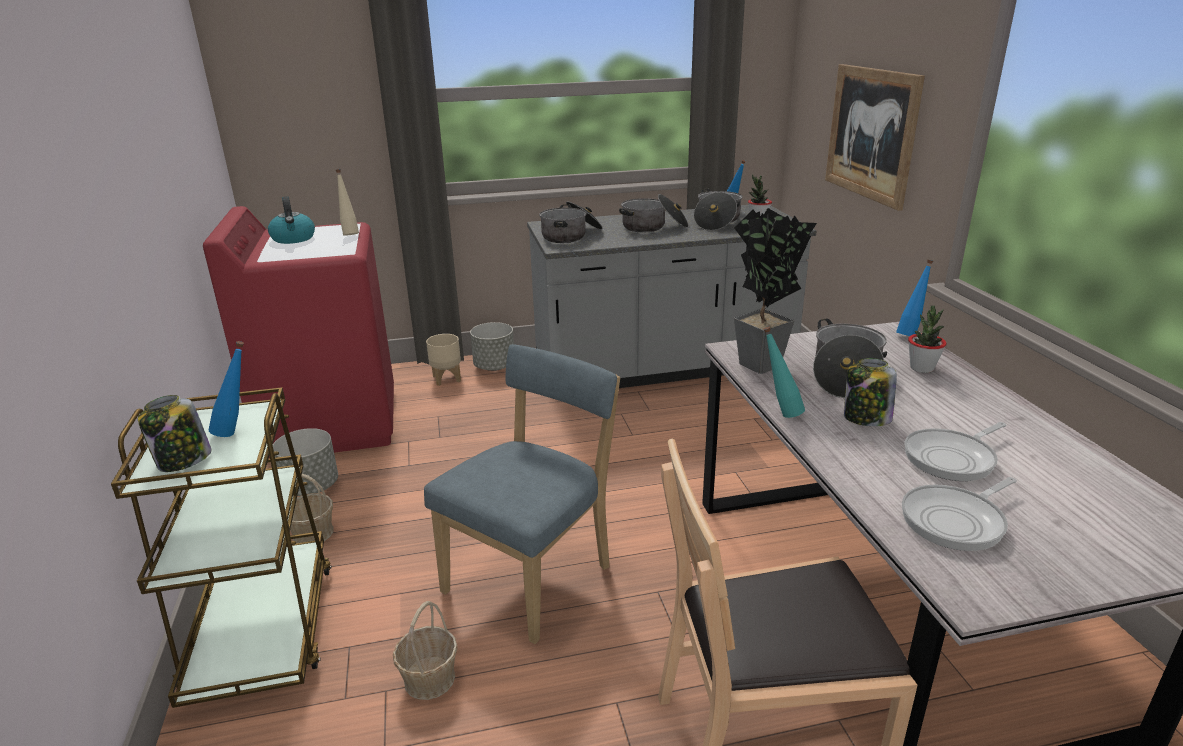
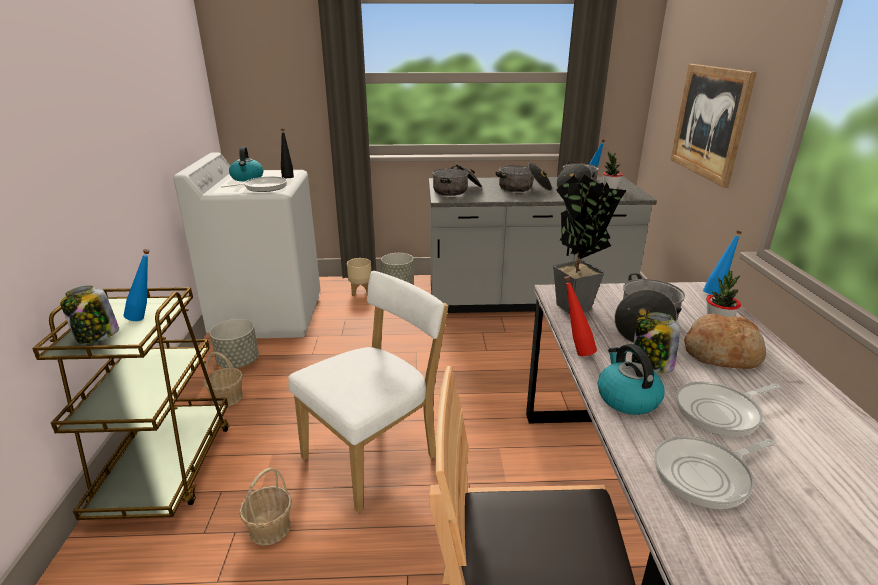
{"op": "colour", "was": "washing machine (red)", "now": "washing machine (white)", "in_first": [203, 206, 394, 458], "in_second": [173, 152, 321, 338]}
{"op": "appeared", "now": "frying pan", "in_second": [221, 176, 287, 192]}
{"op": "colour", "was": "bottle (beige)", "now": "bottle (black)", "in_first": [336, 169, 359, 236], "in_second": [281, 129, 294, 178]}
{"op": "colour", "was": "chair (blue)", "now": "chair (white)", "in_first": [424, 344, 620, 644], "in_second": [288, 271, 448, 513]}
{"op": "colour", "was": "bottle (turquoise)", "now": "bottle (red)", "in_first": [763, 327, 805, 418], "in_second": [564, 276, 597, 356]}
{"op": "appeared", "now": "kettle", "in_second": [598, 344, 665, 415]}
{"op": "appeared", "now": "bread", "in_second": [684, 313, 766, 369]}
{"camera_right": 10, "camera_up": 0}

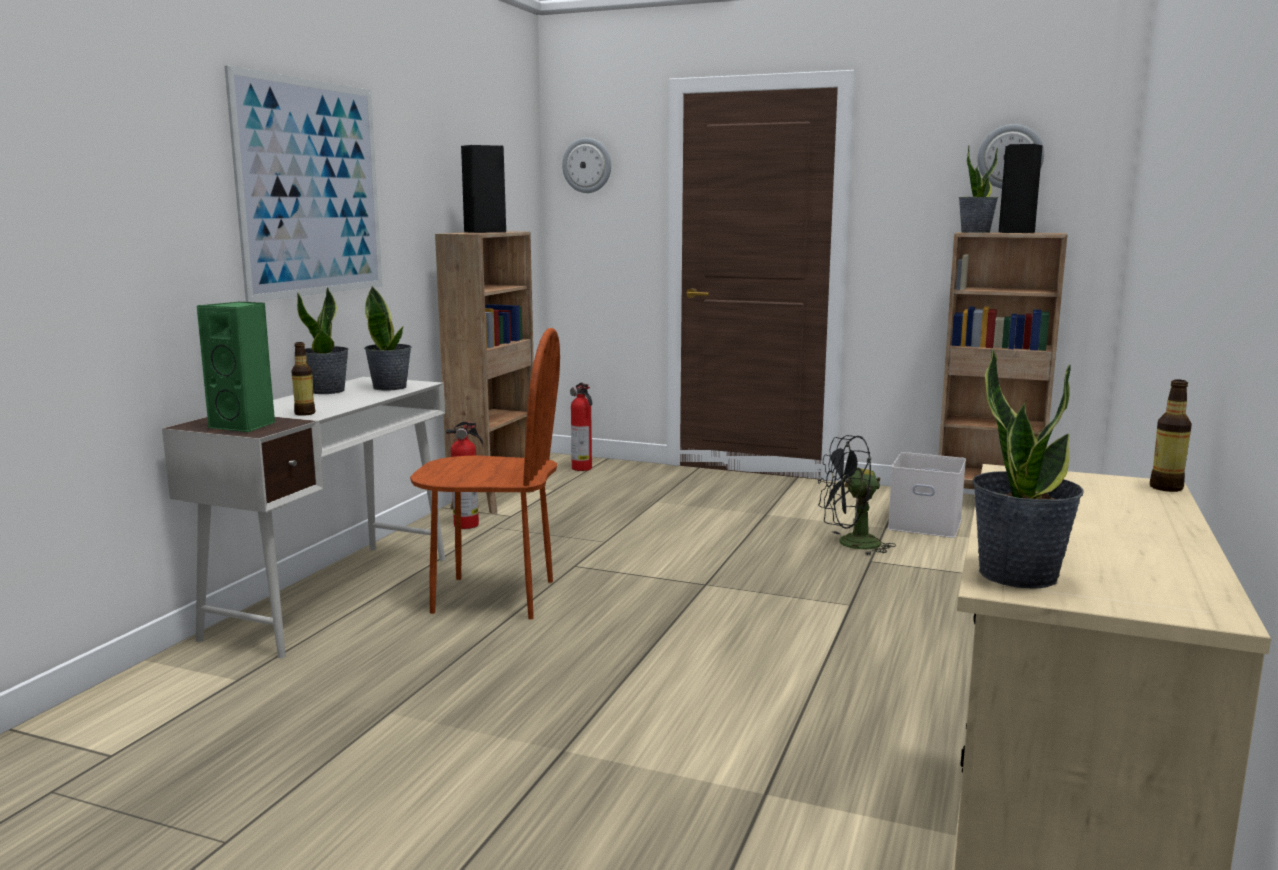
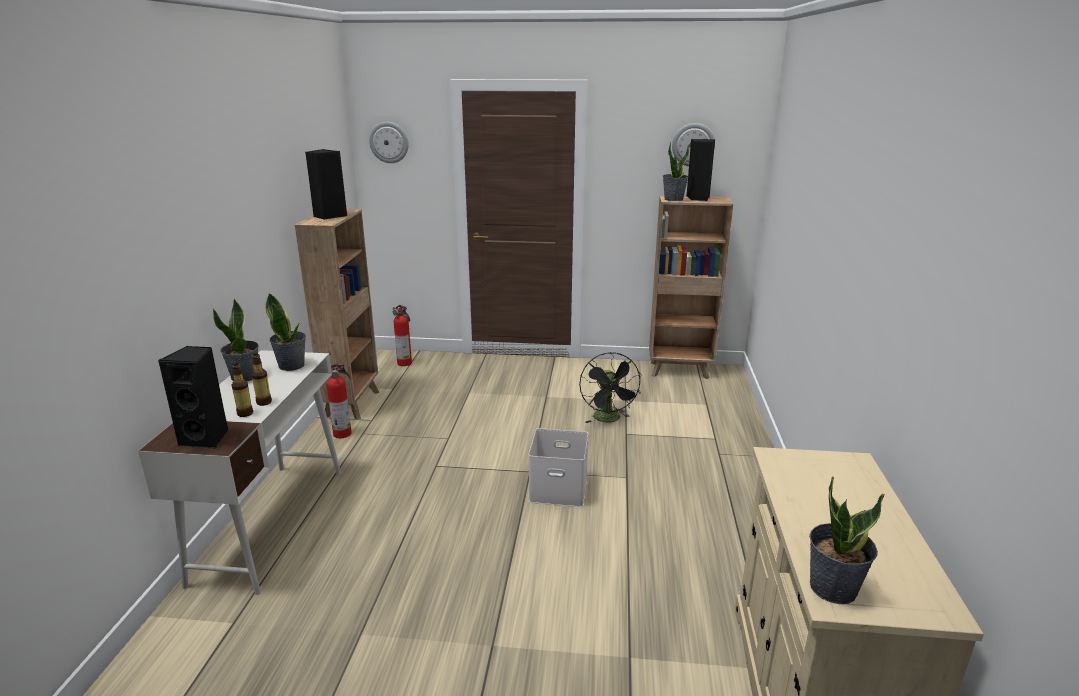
{"op": "colour", "was": "speaker (green)", "now": "speaker (black)", "in_first": [197, 302, 275, 433], "in_second": [158, 346, 228, 449]}
{"op": "relocated", "was": "bottle", "in_first": [1150, 379, 1192, 492], "in_second": [251, 354, 272, 406]}
{"op": "relocated", "was": "storage box (white)", "in_first": [888, 452, 966, 538], "in_second": [529, 428, 588, 507]}
{"op": "spun", "was": "fan (black)", "in_first": [818, 435, 896, 556], "in_second": [579, 352, 642, 423], "clockwise": -75}
{"op": "missing", "was": "picture", "in_first": [225, 65, 382, 302]}
{"op": "missing", "was": "chair (brown)", "in_first": [410, 328, 560, 619]}
{"camera_right": -15, "camera_up": 10}

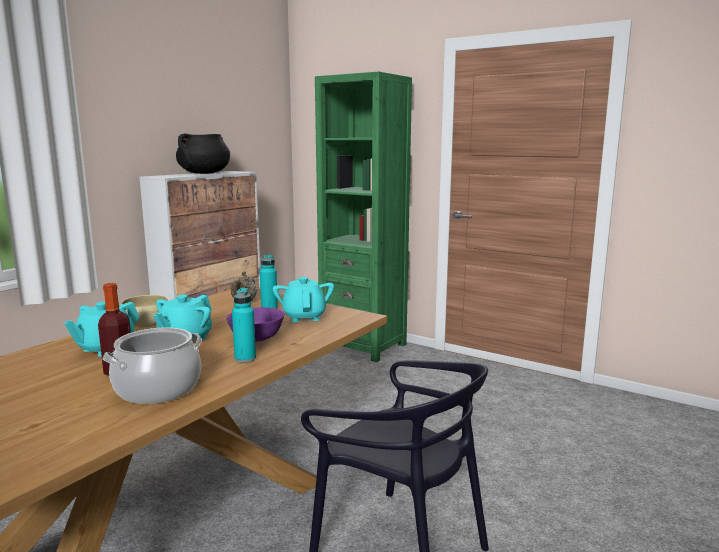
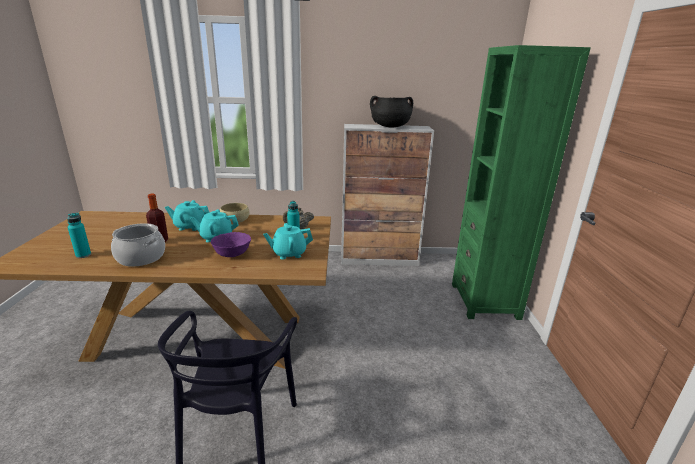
{"op": "relocated", "was": "bottle (turquoise)", "in_first": [232, 288, 256, 363], "in_second": [67, 213, 91, 258]}
{"op": "spun", "was": "teapot (turquoise)", "in_first": [273, 277, 334, 322], "in_second": [263, 223, 313, 259], "clockwise": -150}
{"camera_right": 55, "camera_up": 10}

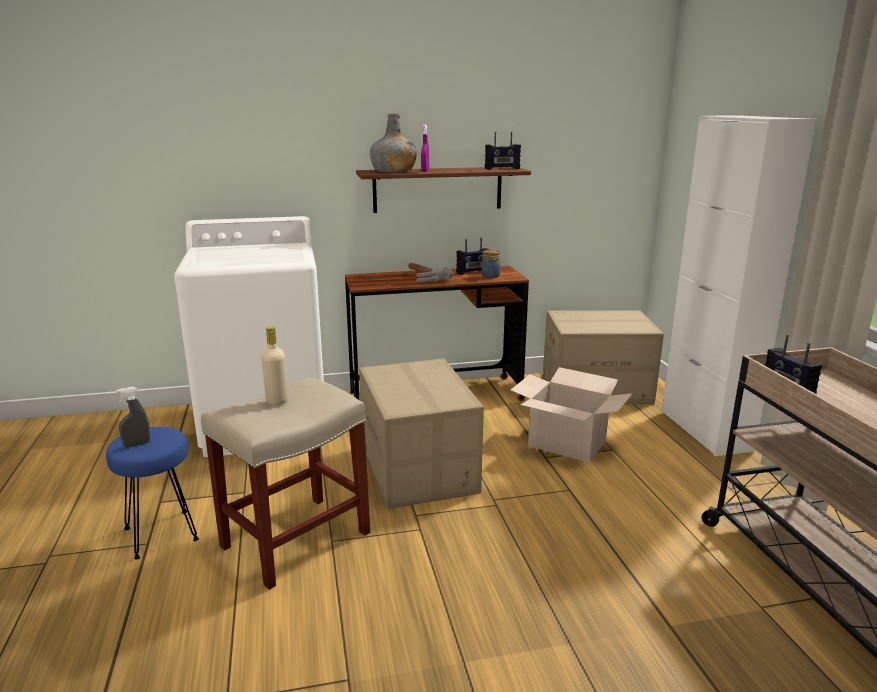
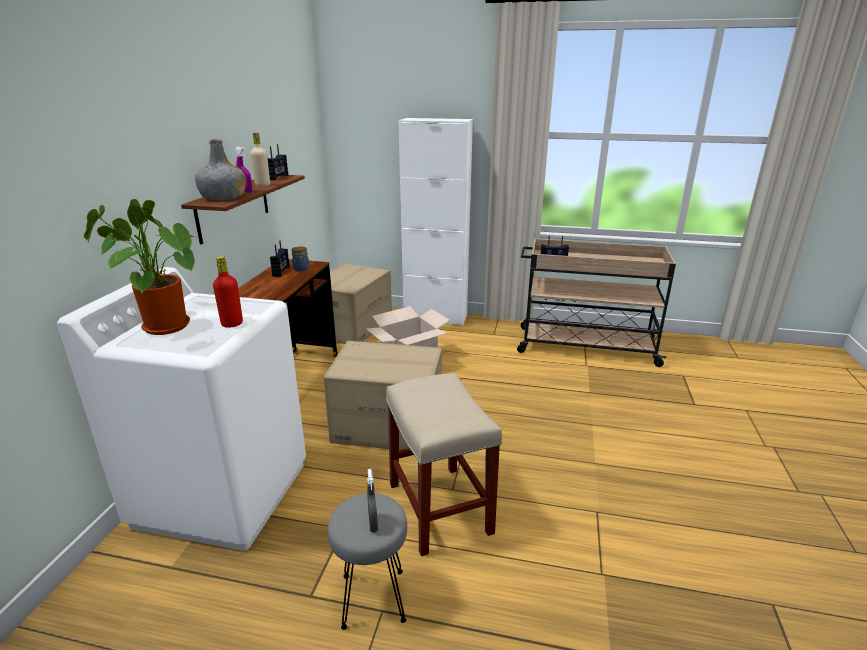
{"op": "appeared", "now": "potted plant", "in_second": [84, 199, 195, 335]}
{"op": "appeared", "now": "bottle (red)", "in_second": [213, 256, 243, 328]}
{"op": "relocated", "was": "bottle (beige)", "in_first": [261, 326, 288, 405], "in_second": [250, 133, 270, 186]}
{"op": "colour", "was": "stool (blue)", "now": "stool (grey)", "in_first": [106, 427, 199, 559], "in_second": [327, 494, 407, 630]}
{"op": "missing", "was": "hammer", "in_first": [408, 262, 452, 282]}
{"camera_right": -65, "camera_up": 5}

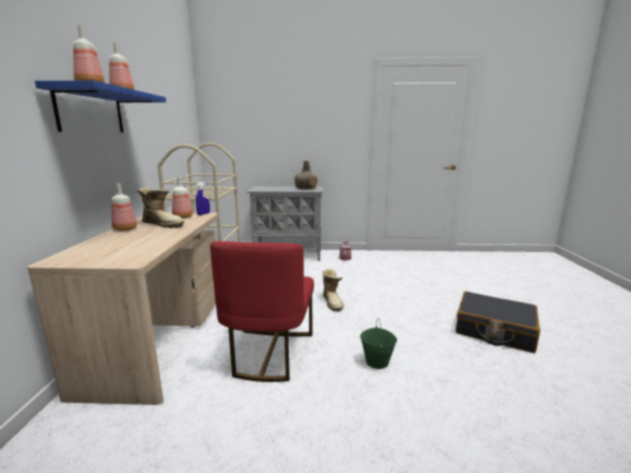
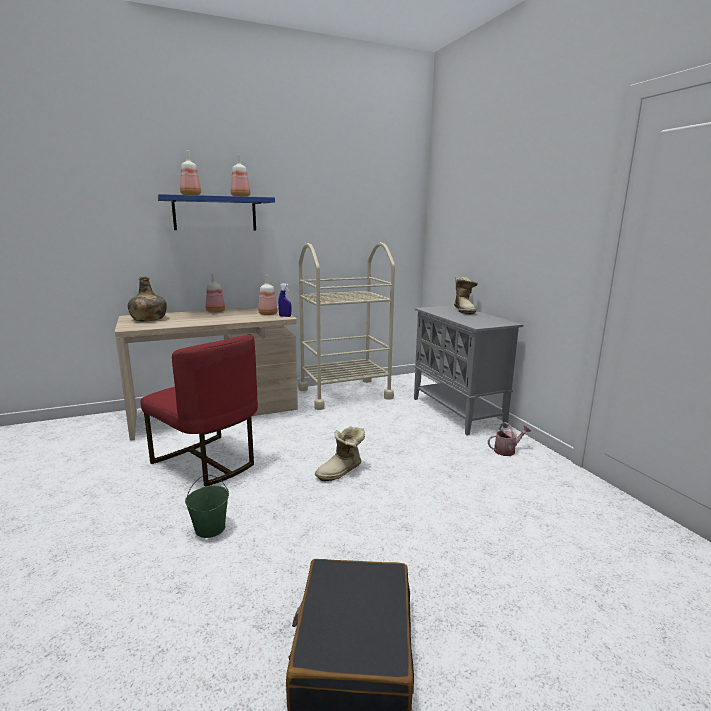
{"op": "relocated", "was": "bottle (green)", "in_first": [294, 161, 318, 189], "in_second": [128, 277, 167, 322]}
{"op": "spun", "was": "chair (red)", "in_first": [210, 241, 314, 382], "in_second": [141, 335, 258, 487], "clockwise": -120}
{"op": "relocated", "was": "boot", "in_first": [137, 187, 184, 228], "in_second": [454, 277, 478, 315]}
{"camera_right": 65, "camera_up": 0}

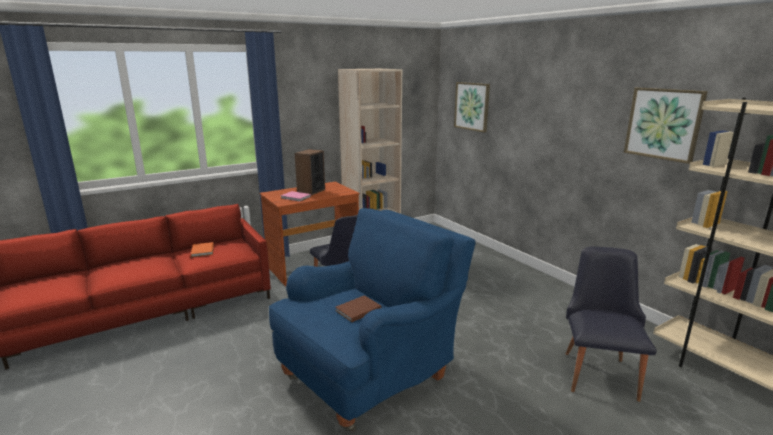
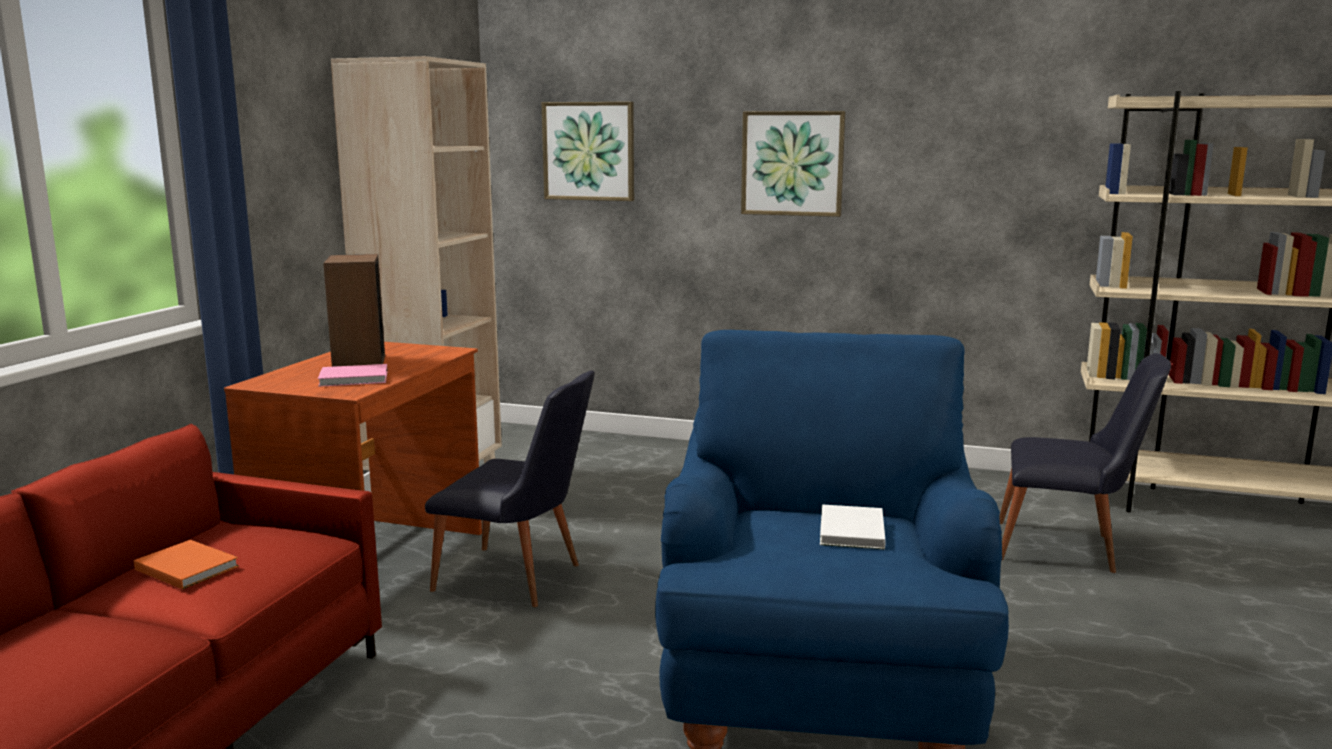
{"op": "relocated", "was": "picture", "in_first": [624, 87, 708, 164], "in_second": [741, 111, 845, 217]}
{"op": "colour", "was": "book (brown)", "now": "book (white)", "in_first": [335, 295, 381, 322], "in_second": [820, 504, 886, 550]}
{"op": "spun", "was": "chair (black)", "in_first": [566, 247, 657, 402], "in_second": [999, 353, 1171, 573], "clockwise": 135}
{"camera_right": -40, "camera_up": -5}

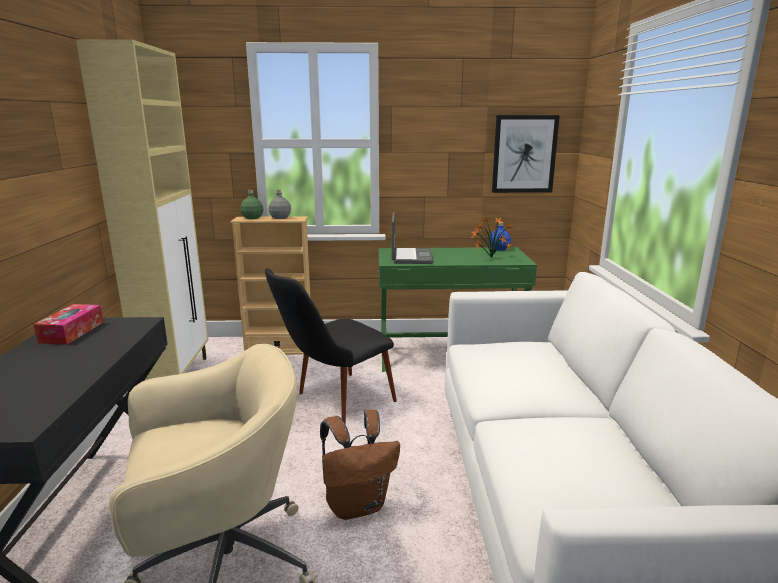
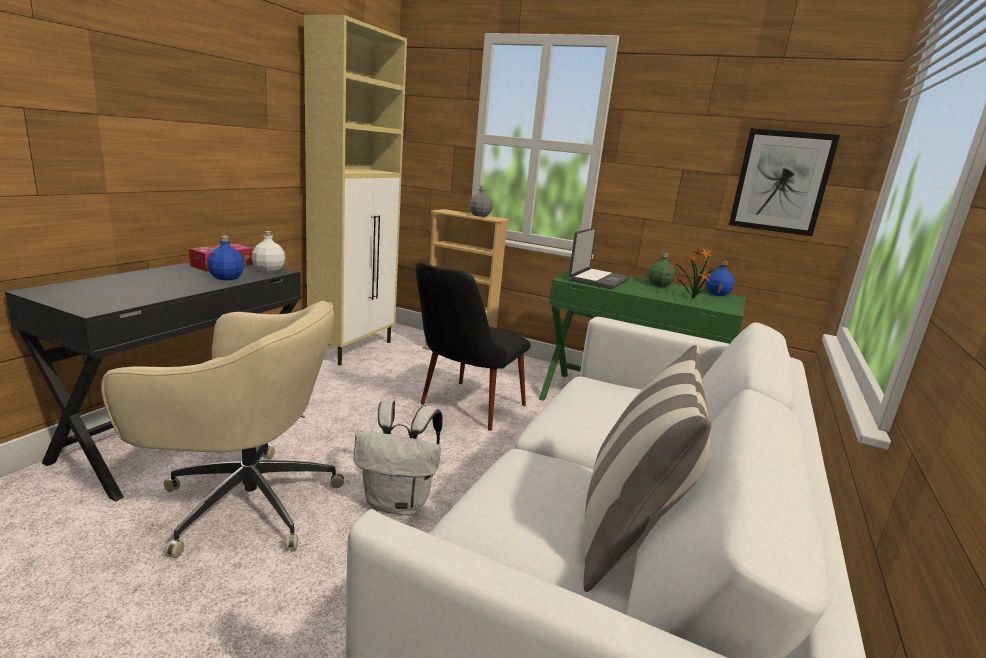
{"op": "appeared", "now": "bottle (blue)", "in_second": [207, 236, 245, 280]}
{"op": "appeared", "now": "bottle (white)", "in_second": [252, 231, 285, 272]}
{"op": "colour", "was": "backpack (brown)", "now": "backpack (white)", "in_first": [320, 410, 400, 520], "in_second": [354, 400, 442, 516]}
{"op": "spun", "was": "chair (black)", "in_first": [265, 268, 397, 424], "in_second": [416, 261, 530, 431], "clockwise": -45}
{"op": "appeared", "now": "pillow", "in_second": [584, 344, 711, 592]}
{"op": "relocated", "was": "bottle (green)", "in_first": [241, 190, 263, 219], "in_second": [648, 253, 675, 287]}
{"camera_right": 25, "camera_up": 0}

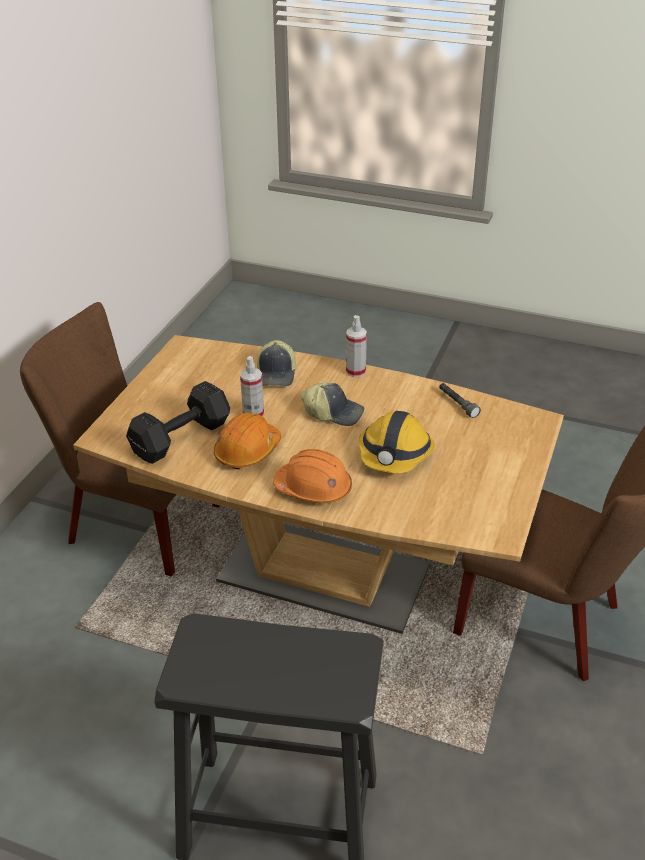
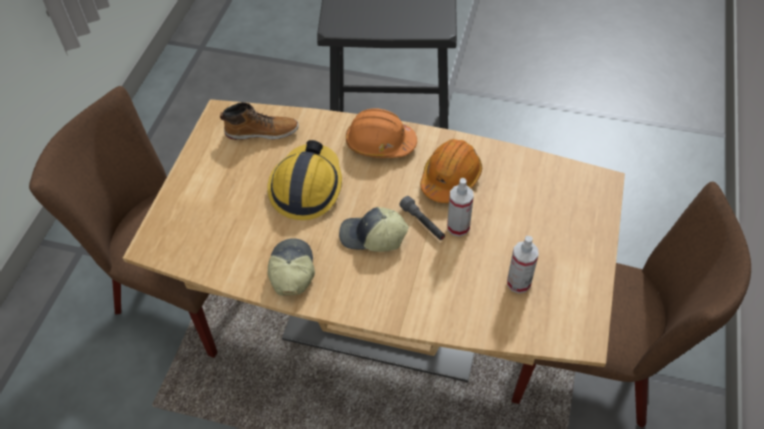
{"op": "appeared", "now": "boot", "in_second": [220, 102, 299, 140]}
{"op": "relocated", "was": "cap", "in_first": [257, 340, 296, 386], "in_second": [268, 238, 315, 296]}
{"op": "relocated", "was": "flashlight (grey)", "in_first": [439, 383, 481, 418], "in_second": [399, 196, 445, 240]}
{"op": "relocated", "was": "spray bottle", "in_first": [346, 315, 367, 377], "in_second": [507, 236, 538, 293]}
{"op": "missing", "was": "dumbbell (black)", "in_first": [126, 381, 230, 464]}
{"camera_right": 175, "camera_up": 15}

